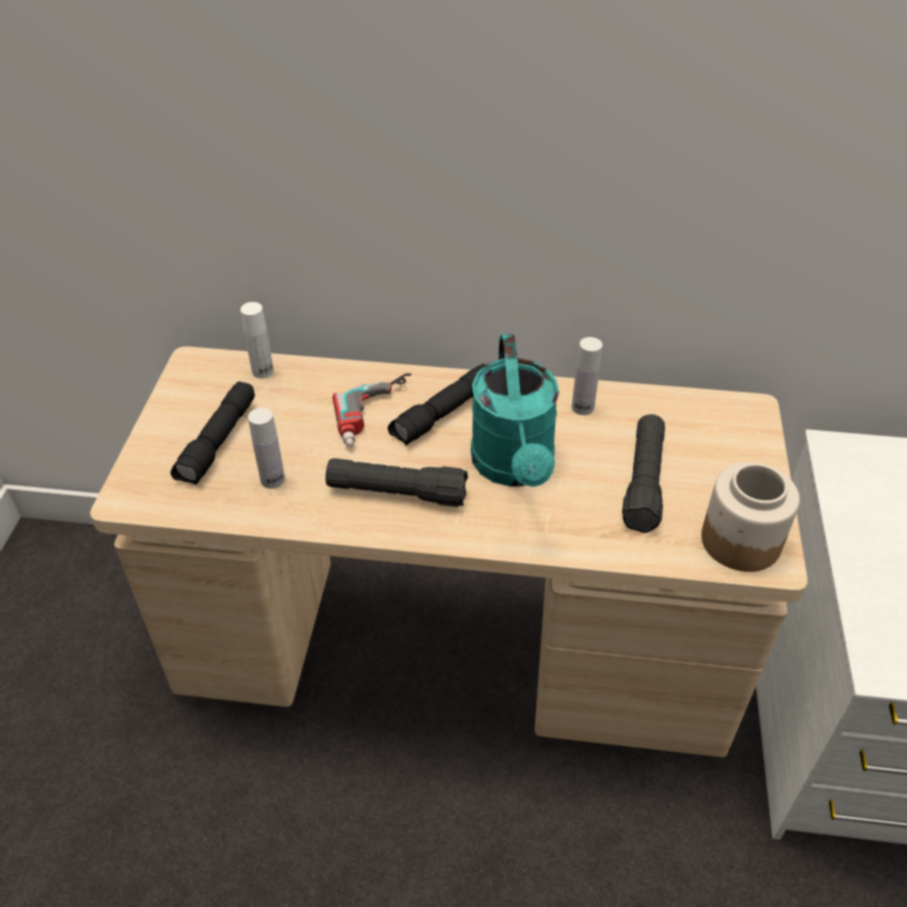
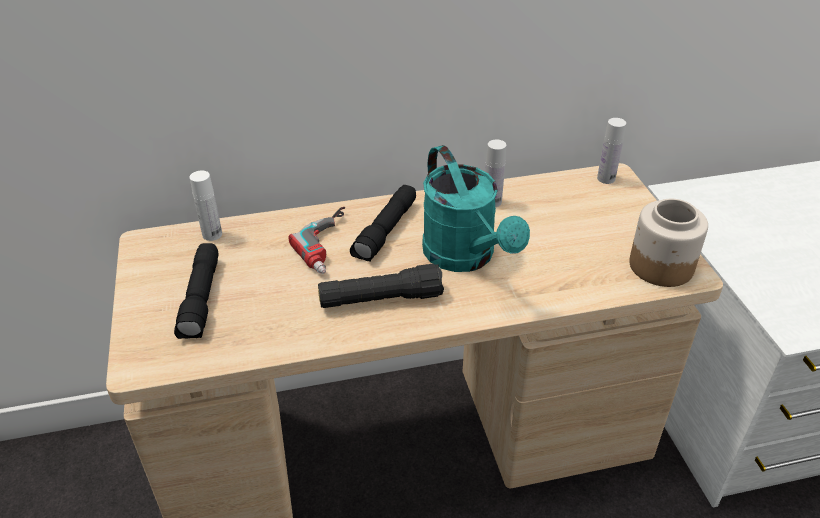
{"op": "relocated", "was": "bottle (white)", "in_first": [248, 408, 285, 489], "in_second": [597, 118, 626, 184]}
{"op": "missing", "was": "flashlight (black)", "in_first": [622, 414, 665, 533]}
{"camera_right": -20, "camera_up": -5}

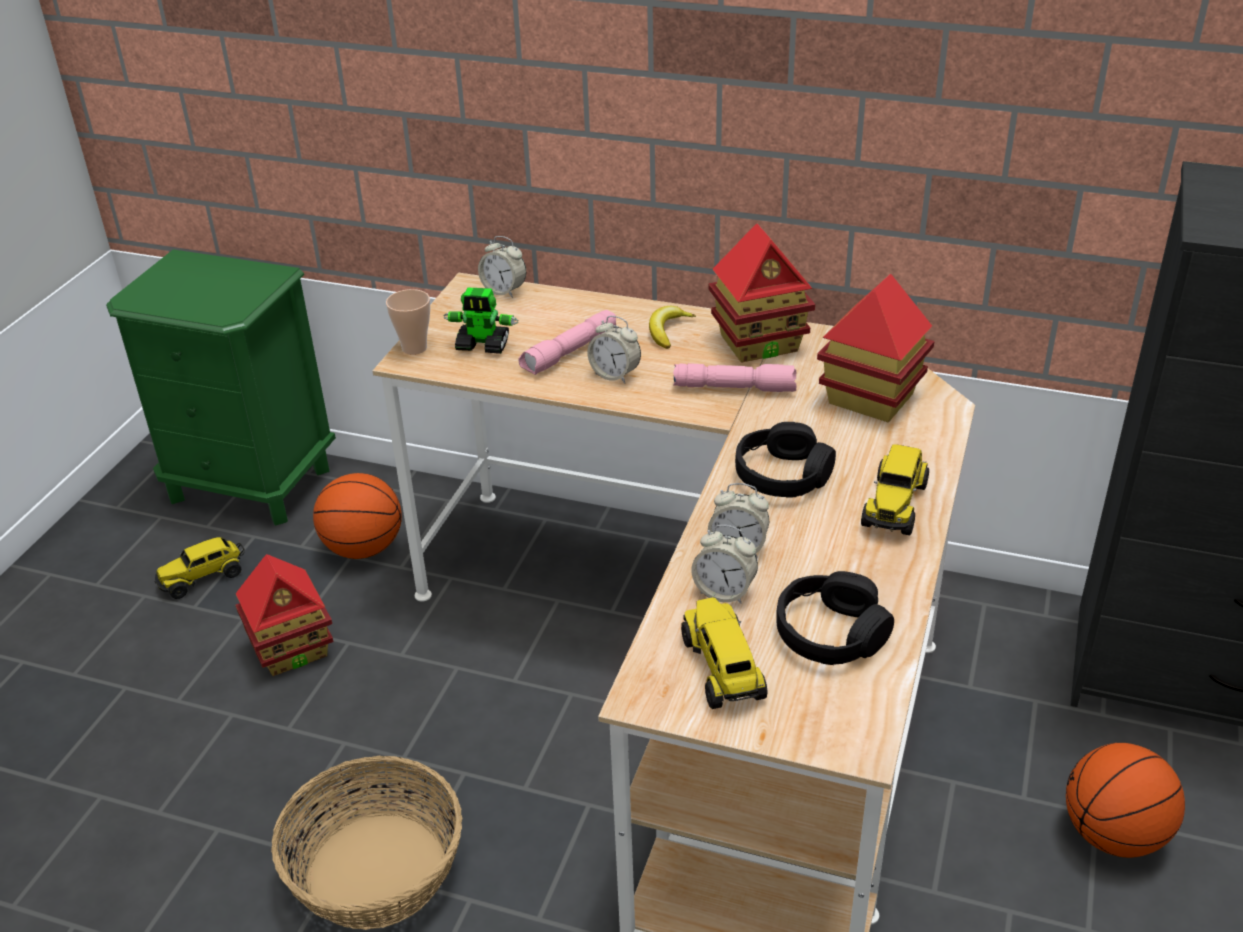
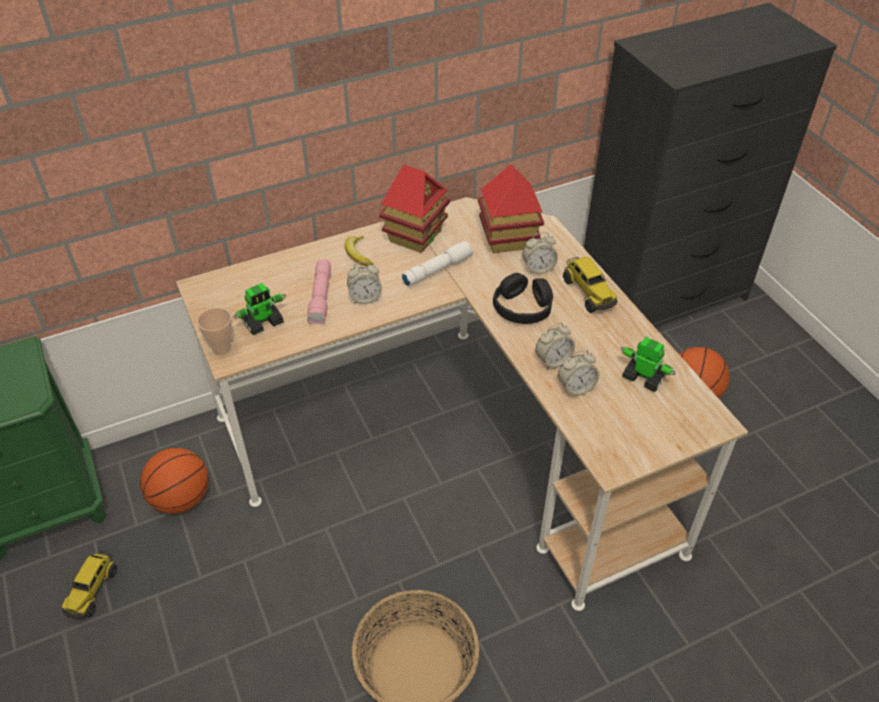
{"op": "colour", "was": "flashlight (pink)", "now": "flashlight (white)", "in_first": [673, 363, 796, 392], "in_second": [402, 241, 474, 287]}
{"op": "relocated", "was": "alarm clock", "in_first": [478, 236, 526, 298], "in_second": [522, 232, 558, 274]}
{"op": "exchanged", "was": "headphones (black)", "now": "toy robot", "in_first": [776, 571, 894, 665], "in_second": [621, 337, 676, 392]}
{"op": "missing", "was": "toy house", "in_first": [235, 554, 333, 676]}
{"op": "missing", "was": "toy truck", "in_first": [681, 598, 768, 709]}
{"camera_right": -45, "camera_up": 10}

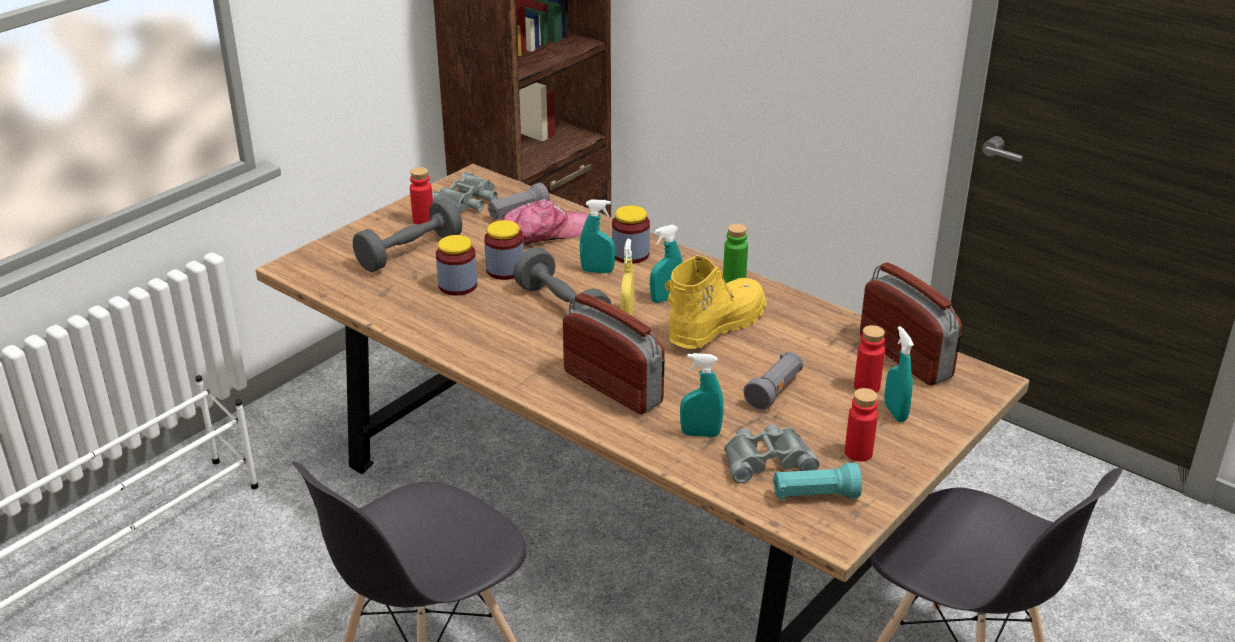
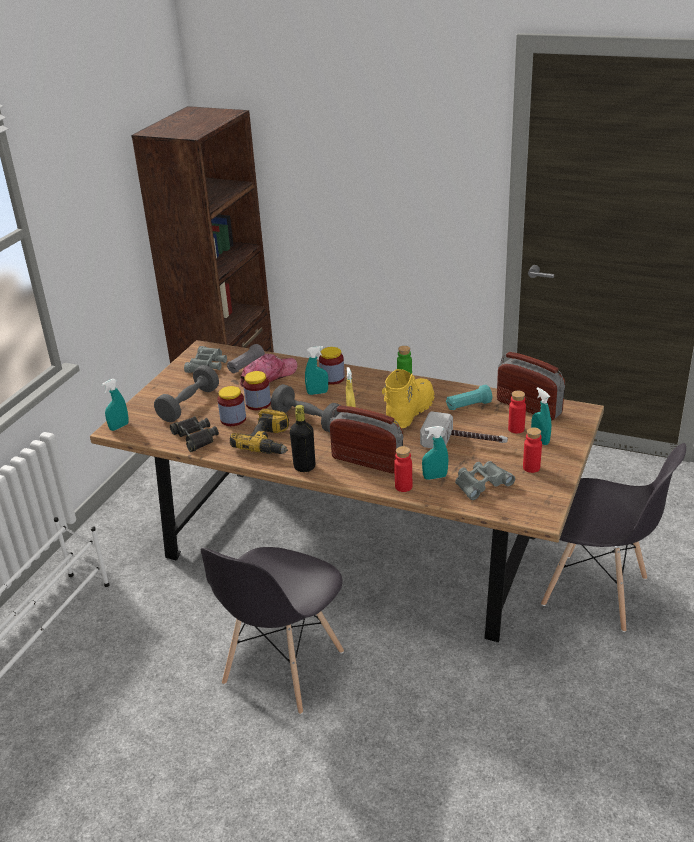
{"op": "relocated", "was": "spray bottle (turquoise)", "in_first": [650, 225, 683, 303], "in_second": [101, 379, 129, 431]}
{"op": "appeared", "now": "binoculars (black)", "in_second": [170, 416, 219, 452]}
{"op": "appeared", "now": "power drill", "in_second": [230, 409, 289, 454]}
{"op": "appeared", "now": "bottle (black)", "in_second": [290, 405, 315, 472]}
{"op": "relocated", "was": "bottle (red)", "in_first": [410, 167, 433, 224], "in_second": [394, 446, 412, 492]}
{"op": "exchanged", "was": "flashlight (grey)", "now": "hammer", "in_first": [743, 352, 803, 410], "in_second": [420, 411, 508, 448]}
{"op": "relocated", "was": "flashlight (turquoise)", "in_first": [773, 463, 862, 500], "in_second": [446, 385, 492, 410]}
{"camera_right": -15, "camera_up": 0}

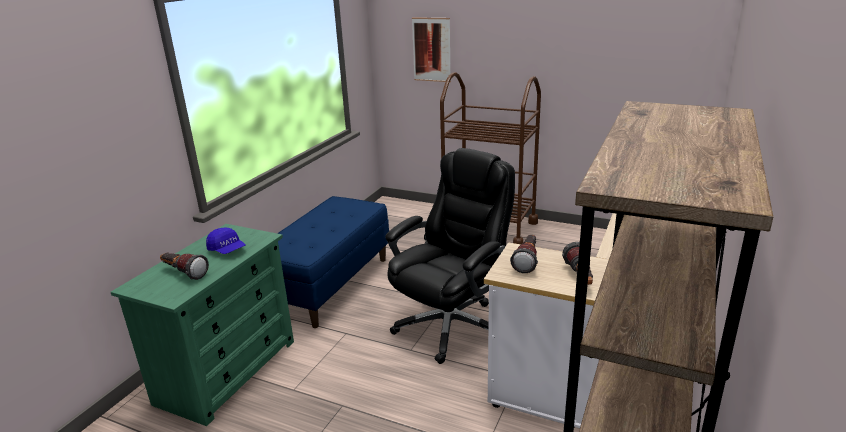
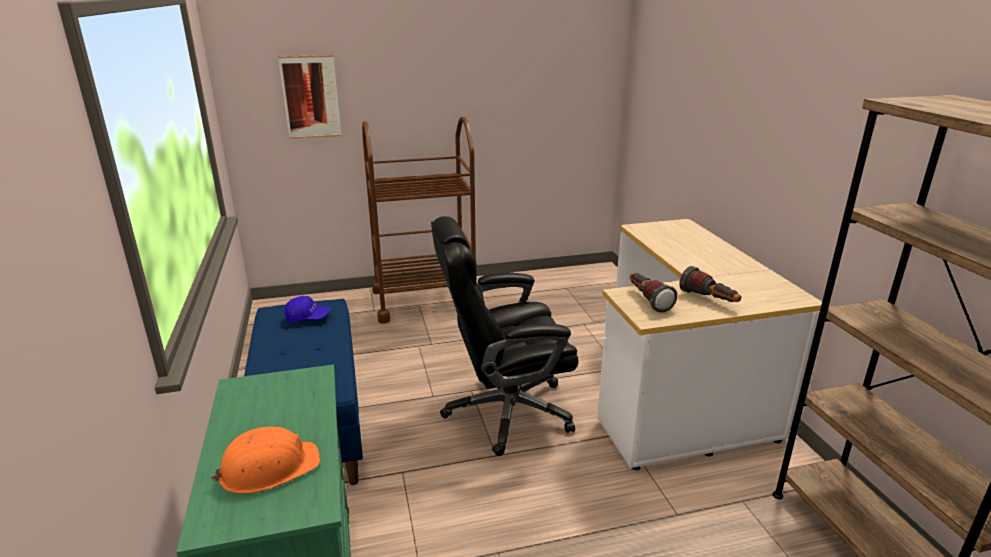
{"op": "exchanged", "was": "flashlight", "now": "hard hat (orange)", "in_first": [160, 252, 209, 280], "in_second": [210, 427, 320, 494]}
{"op": "relocated", "was": "cap (blue)", "in_first": [206, 228, 246, 254], "in_second": [285, 296, 331, 322]}
{"op": "spun", "was": "office chair (black)", "in_first": [385, 148, 515, 364], "in_second": [431, 216, 579, 456], "clockwise": -105}
{"camera_right": -40, "camera_up": 0}

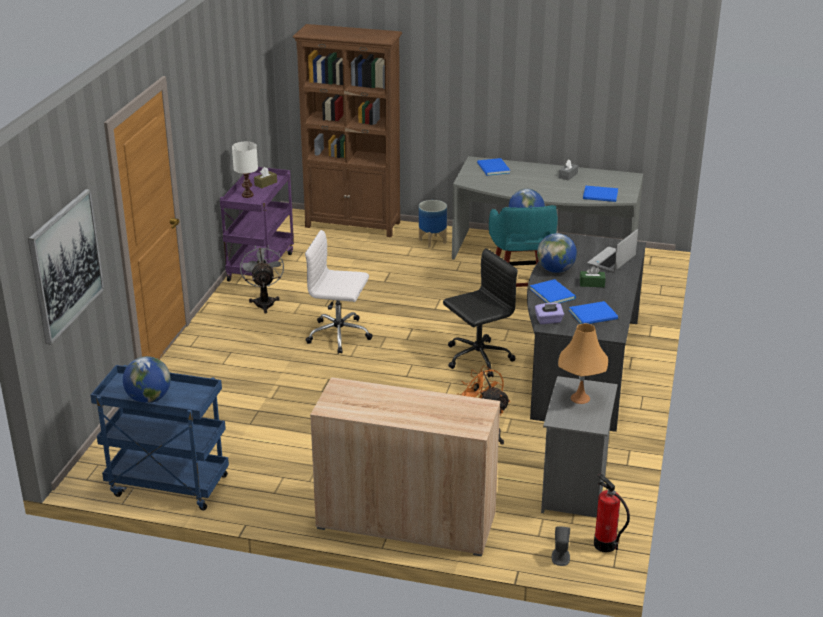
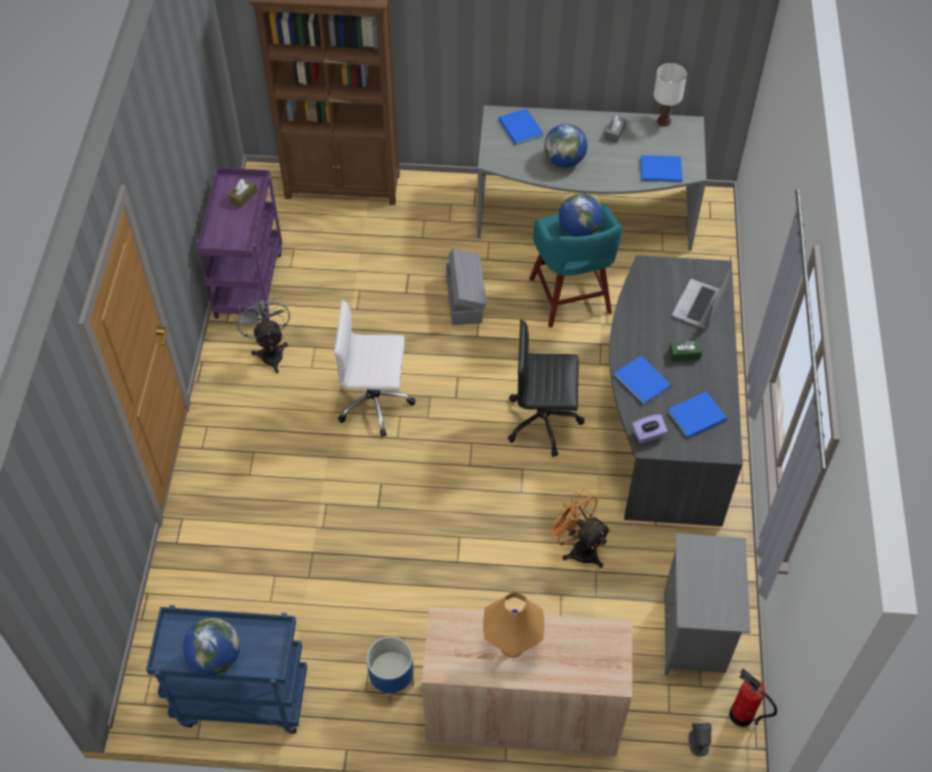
{"op": "relocated", "was": "planter", "in_first": [419, 200, 447, 248], "in_second": [367, 637, 414, 704]}
{"op": "appeared", "now": "storage box (grey)", "in_second": [446, 248, 487, 325]}
{"op": "relocated", "was": "table lamp (orange)", "in_first": [558, 323, 608, 404], "in_second": [483, 591, 544, 658]}
{"op": "spun", "was": "office chair (black)", "in_first": [443, 248, 518, 378], "in_second": [508, 320, 584, 457], "clockwise": -135}
{"op": "relocated", "was": "globe", "in_first": [537, 233, 577, 273], "in_second": [544, 124, 587, 168]}
{"op": "relocated", "was": "table lamp (white)", "in_first": [232, 142, 258, 198], "in_second": [654, 63, 687, 127]}
{"op": "missing", "was": "picture", "in_first": [28, 189, 104, 344]}
{"camera_right": -10, "camera_up": 25}

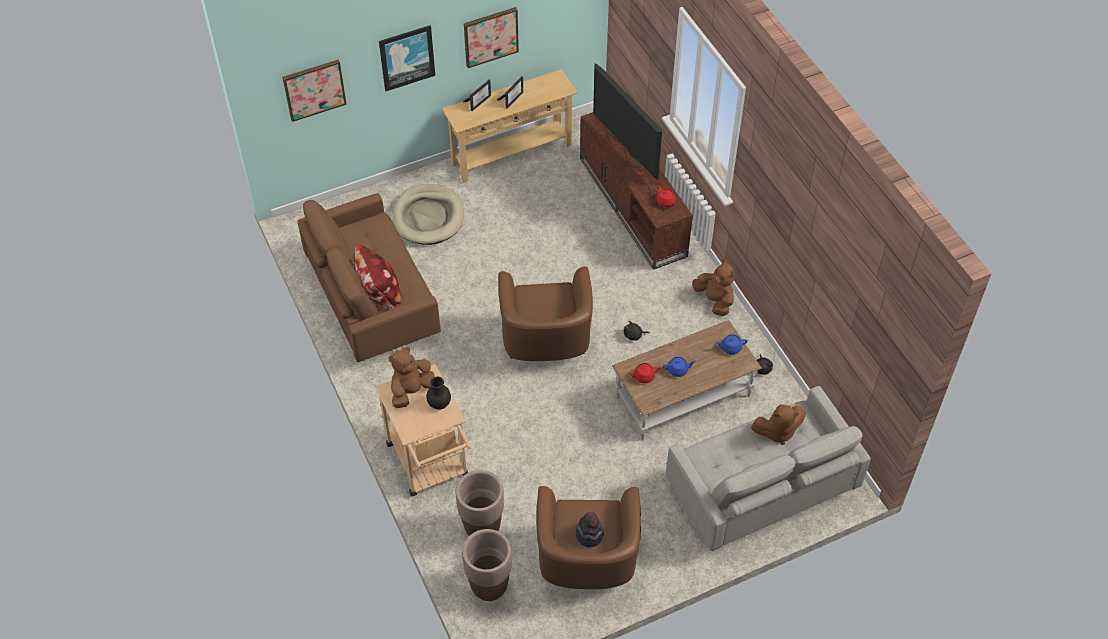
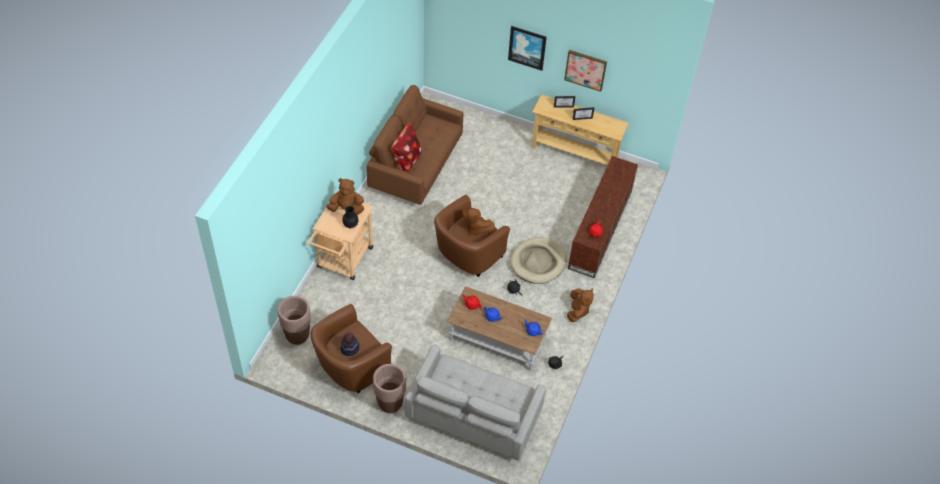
{"op": "relocated", "was": "planter (brown)", "in_first": [456, 470, 504, 536], "in_second": [373, 364, 406, 413]}
{"op": "relocated", "was": "plush toy (brown)", "in_first": [751, 404, 806, 445], "in_second": [462, 208, 495, 235]}
{"op": "relocated", "was": "dog bed (beige)", "in_first": [392, 184, 464, 245], "in_second": [510, 237, 567, 284]}
{"op": "missing", "was": "picture", "in_first": [282, 60, 347, 122]}
{"op": "missing", "was": "television", "in_first": [593, 63, 662, 180]}
{"camera_right": 45, "camera_up": 0}

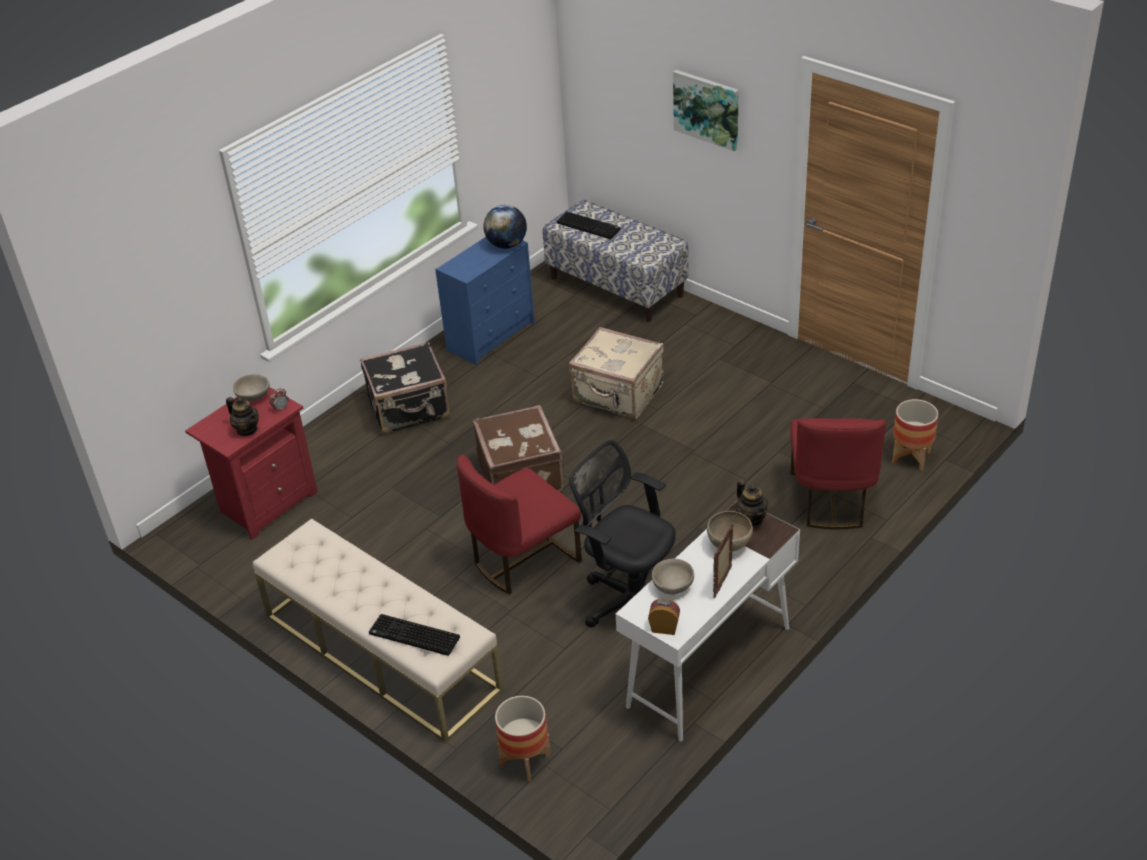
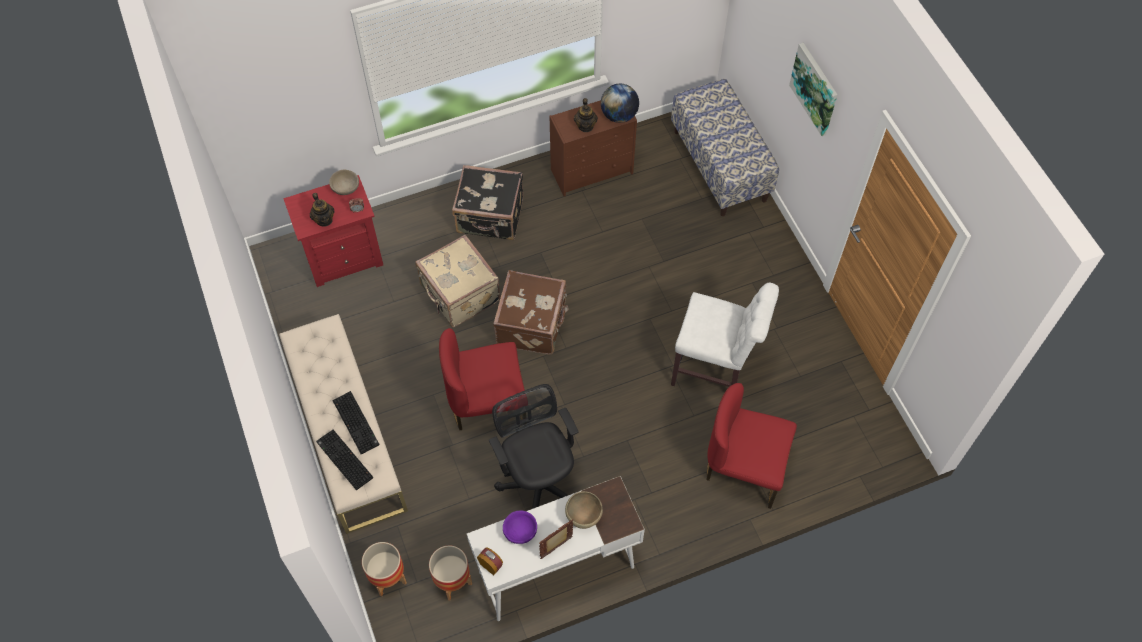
{"op": "relocated", "was": "keyboard", "in_first": [557, 212, 621, 239], "in_second": [332, 391, 380, 455]}
{"op": "relocated", "was": "suitcase (beige)", "in_first": [569, 327, 664, 419], "in_second": [415, 235, 501, 327]}
{"op": "relocated", "was": "planter", "in_first": [892, 399, 938, 471], "in_second": [429, 546, 472, 600]}
{"op": "colour", "was": "bowl (beige)", "now": "bowl (purple)", "in_first": [652, 559, 694, 595], "in_second": [503, 511, 537, 544]}
{"op": "colour", "was": "dresser (blue)", "now": "dresser (brown)", "in_first": [435, 237, 535, 365], "in_second": [550, 100, 637, 196]}
{"op": "relocated", "was": "teapot", "in_first": [736, 480, 768, 526], "in_second": [574, 98, 598, 132]}
{"op": "appeared", "now": "chair (white)", "in_second": [671, 283, 779, 387]}
{"op": "spun", "was": "chair (red)", "in_first": [790, 418, 886, 529], "in_second": [706, 383, 797, 509], "clockwise": 75}
{"camera_right": 25, "camera_up": 20}

